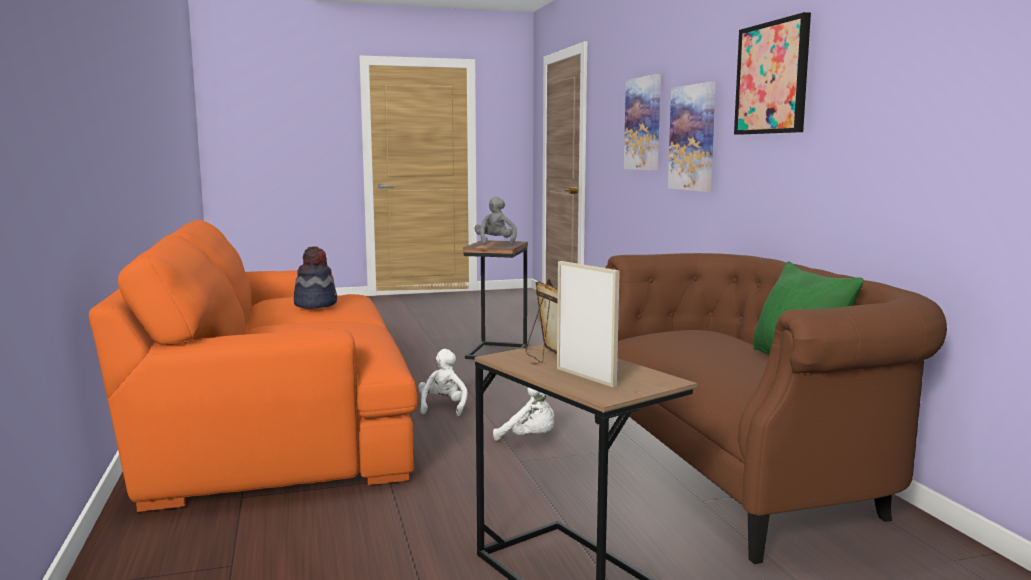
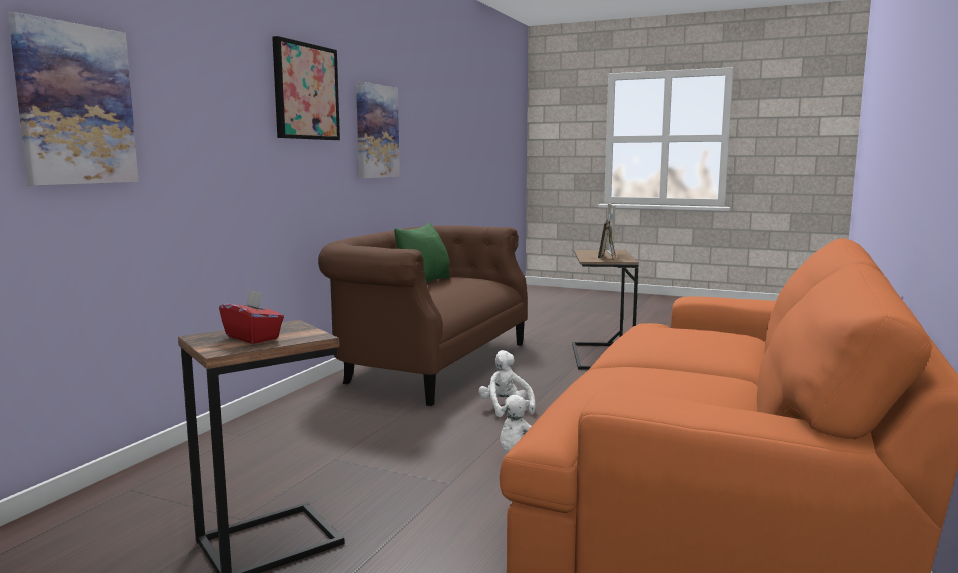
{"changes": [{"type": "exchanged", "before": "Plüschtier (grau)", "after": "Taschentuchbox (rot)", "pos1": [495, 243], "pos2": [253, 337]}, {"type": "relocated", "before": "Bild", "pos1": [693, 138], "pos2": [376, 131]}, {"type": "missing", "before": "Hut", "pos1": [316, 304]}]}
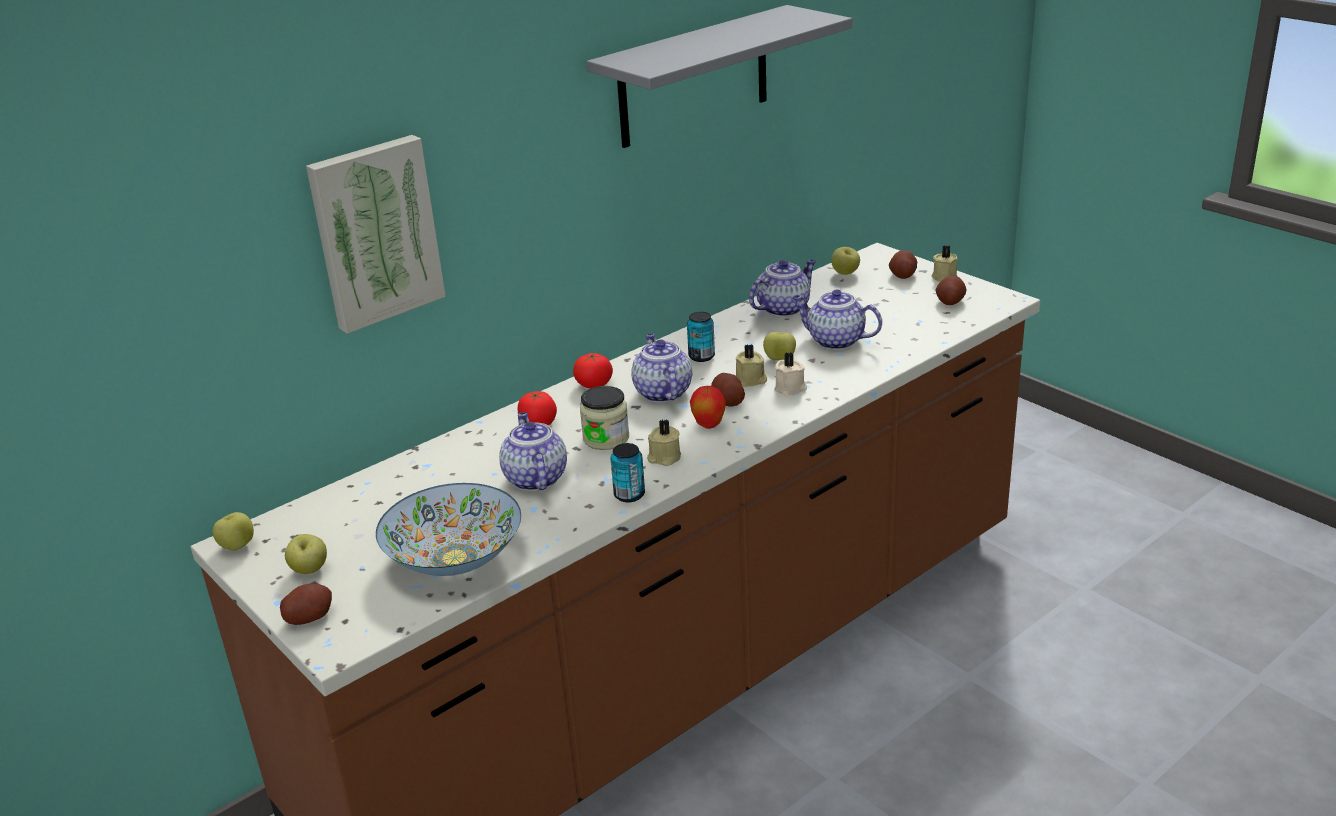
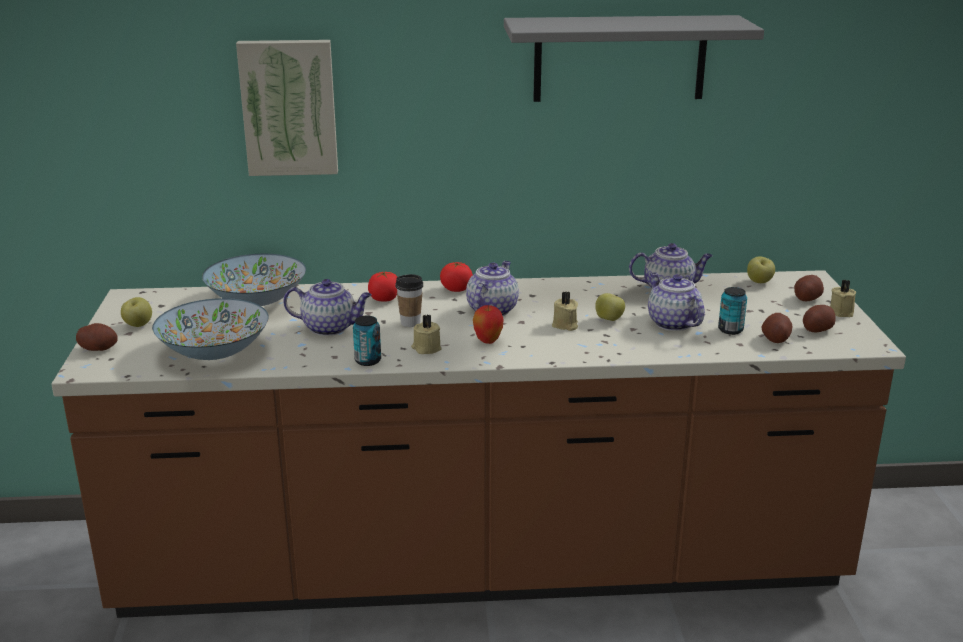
{"changes": [{"type": "appeared", "after": "Schüssel", "pos2": [257, 301]}, {"type": "spun", "before": "Teekanne", "pos1": [534, 478], "pos2": [330, 328], "turn": 75}, {"type": "exchanged", "before": "Vorratsglas", "after": "Tasse", "pos1": [606, 438], "pos2": [410, 323]}, {"type": "relocated", "before": "Dose", "pos1": [701, 356], "pos2": [730, 330]}, {"type": "relocated", "before": "Kartoffel", "pos1": [727, 402], "pos2": [775, 339]}, {"type": "missing", "before": "Apfel", "pos1": [237, 546]}, {"type": "missing", "before": "Kerze (beige)", "pos1": [791, 389]}]}
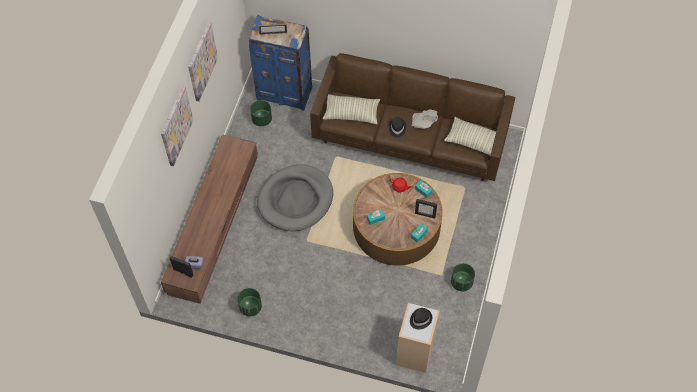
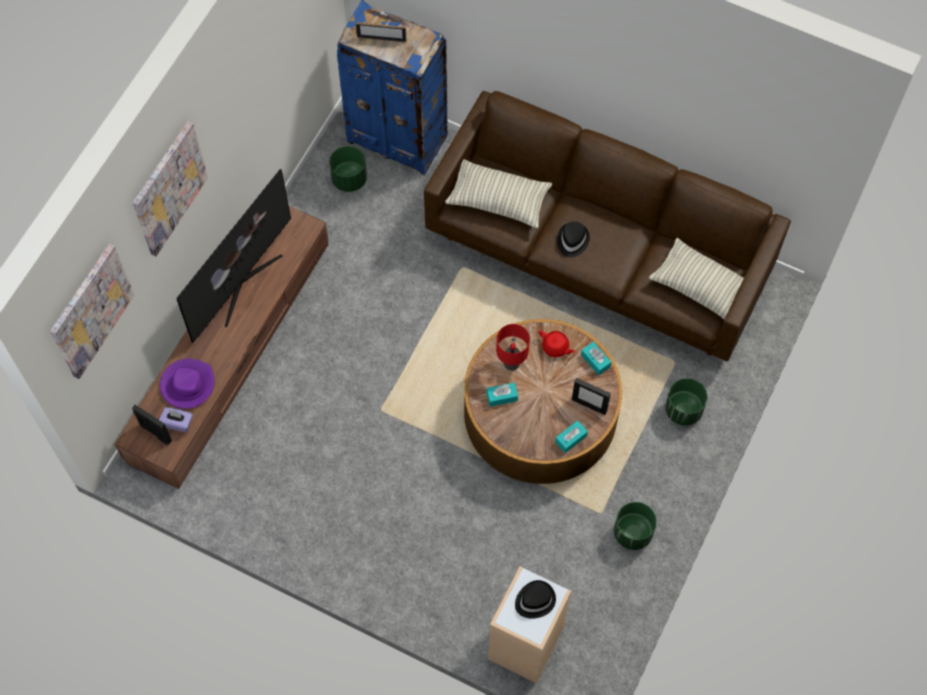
{"changes": [{"type": "relocated", "before": "Bild", "pos1": [202, 61], "pos2": [91, 311]}, {"type": "appeared", "after": "Hut (lila)", "pos2": [187, 384]}, {"type": "appeared", "after": "Fernseher", "pos2": [241, 283]}, {"type": "appeared", "after": "Tischlampe (rot)", "pos2": [511, 365]}, {"type": "relocated", "before": "Pflanzkübel (grün)", "pos1": [250, 307], "pos2": [683, 410]}, {"type": "missing", "before": "Hundebett (grau)", "pos1": [295, 200]}, {"type": "missing", "before": "Zeitung", "pos1": [423, 122]}]}
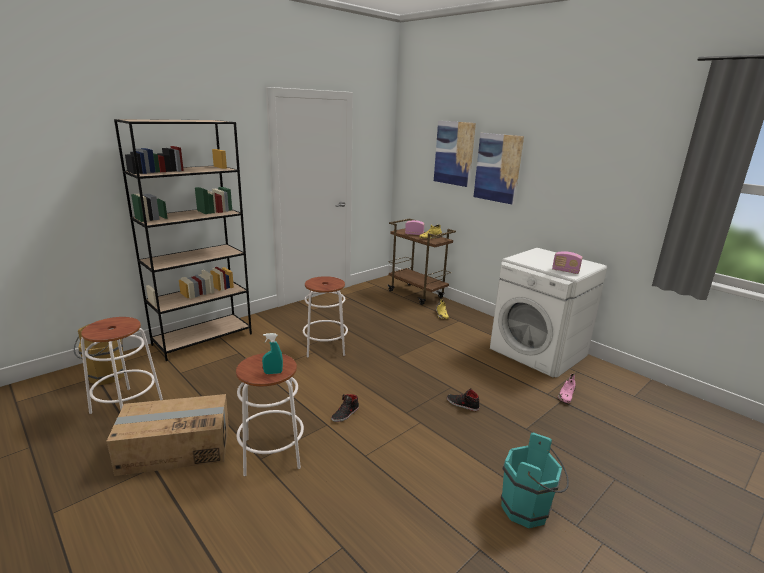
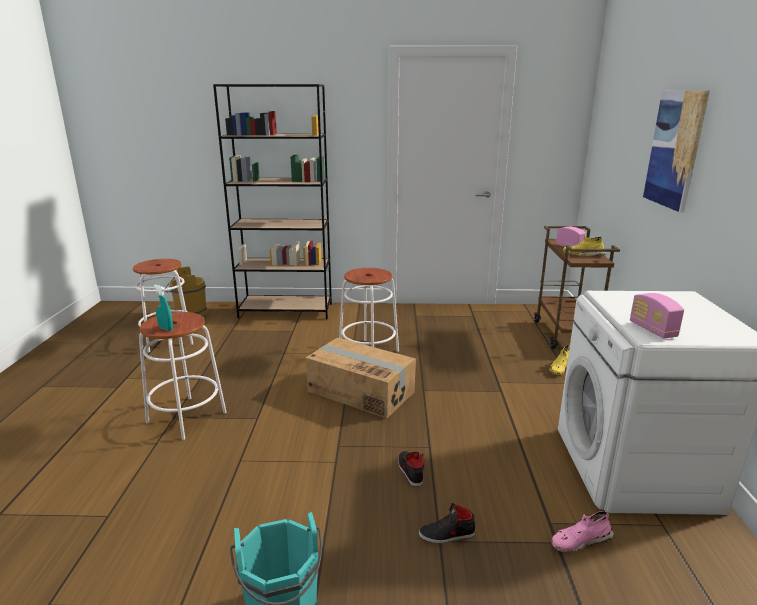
{"changes": [{"type": "relocated", "before": "Karton", "pos1": [176, 448], "pos2": [361, 391]}, {"type": "relocated", "before": "Schuh (schwarz)", "pos1": [345, 414], "pos2": [447, 535]}, {"type": "missing", "before": "Bild", "pos1": [454, 153]}]}
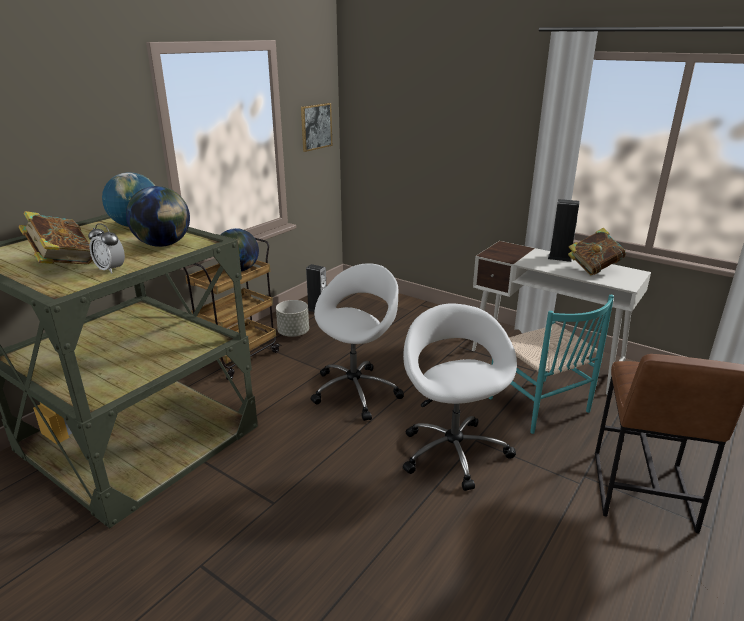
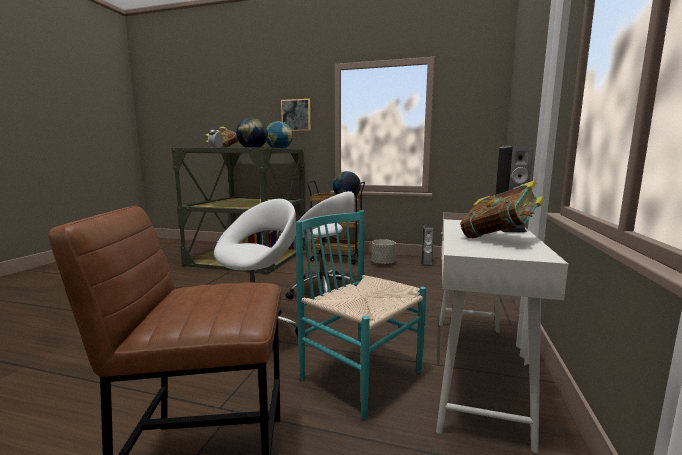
{"changes": [{"type": "relocated", "before": "Bild", "pos1": [316, 126], "pos2": [296, 115]}, {"type": "spun", "before": "Stuhl (türkis)", "pos1": [541, 407], "pos2": [357, 373], "turn": 90}]}
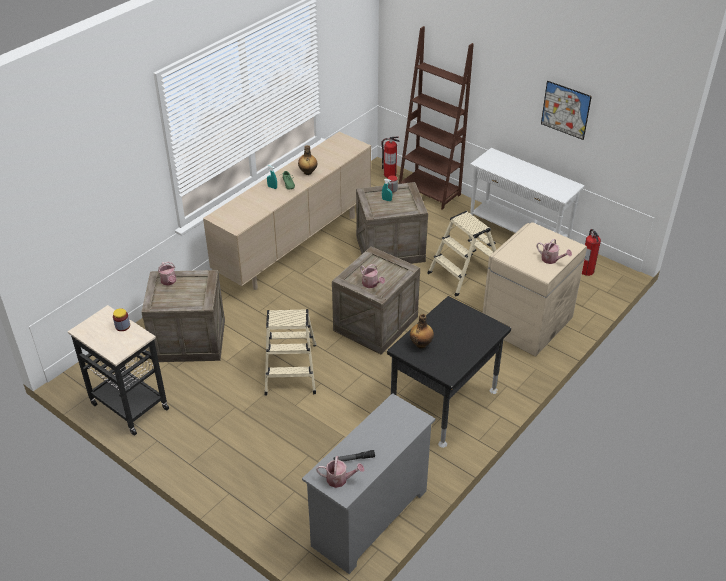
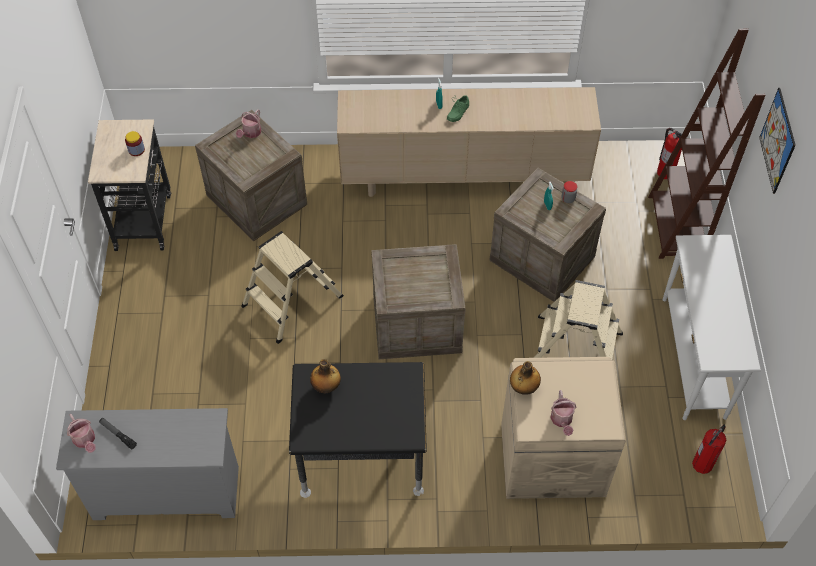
{"changes": [{"type": "relocated", "before": "Flasche", "pos1": [307, 172], "pos2": [523, 388]}, {"type": "relocated", "before": "Bild", "pos1": [565, 110], "pos2": [777, 141]}, {"type": "missing", "before": "Gießkanne", "pos1": [371, 284]}]}
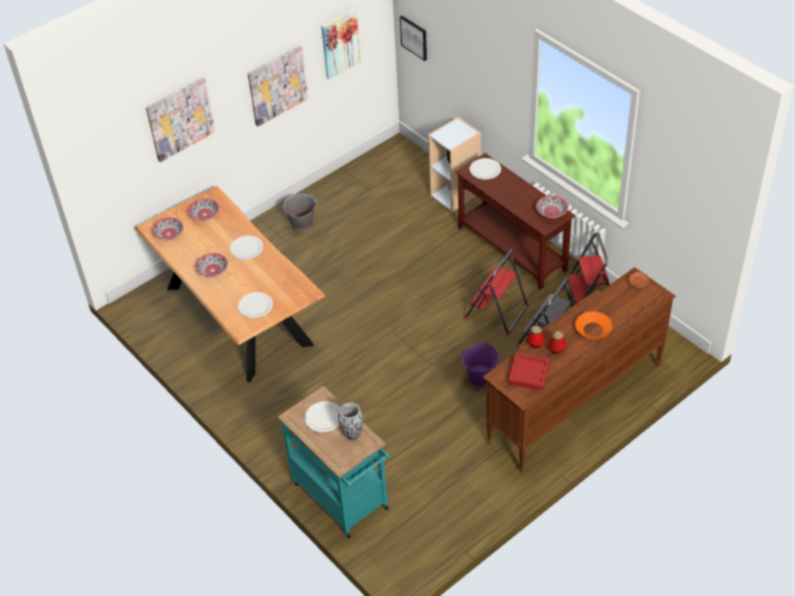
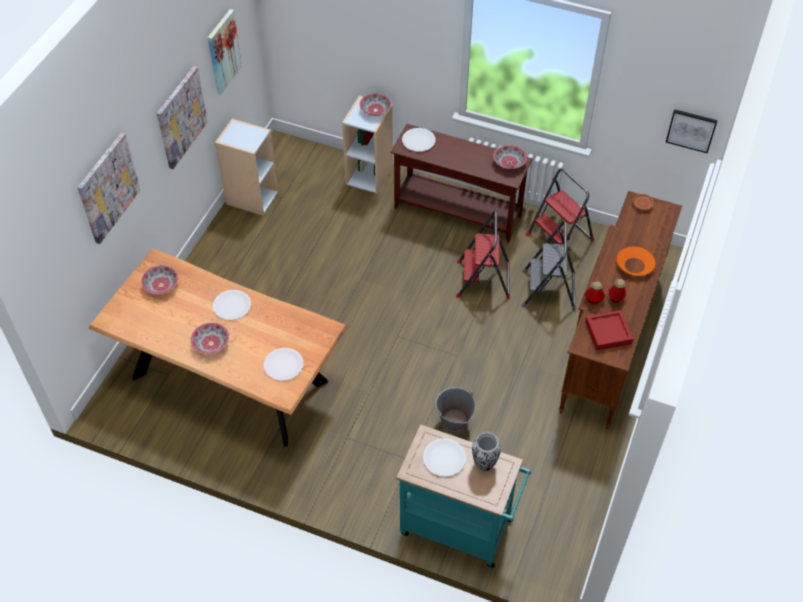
{"changes": [{"type": "appeared", "after": "Bücherregal", "pos2": [252, 197]}, {"type": "relocated", "before": "Schüssel", "pos1": [169, 234], "pos2": [375, 110]}, {"type": "relocated", "before": "Eimer (grau)", "pos1": [302, 224], "pos2": [454, 422]}, {"type": "relocated", "before": "Bild", "pos1": [414, 37], "pos2": [691, 130]}, {"type": "missing", "before": "Eimer (lila)", "pos1": [480, 377]}]}
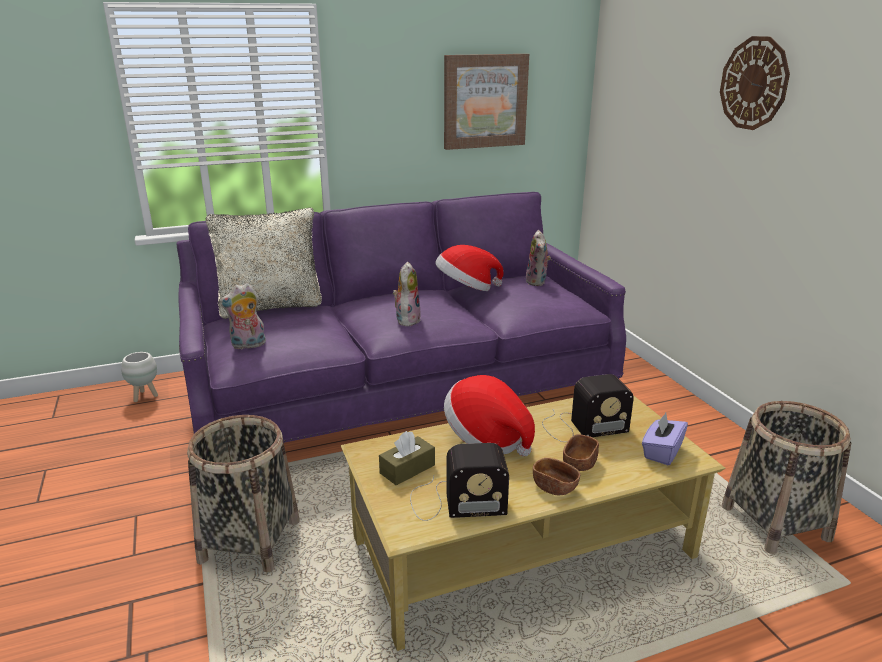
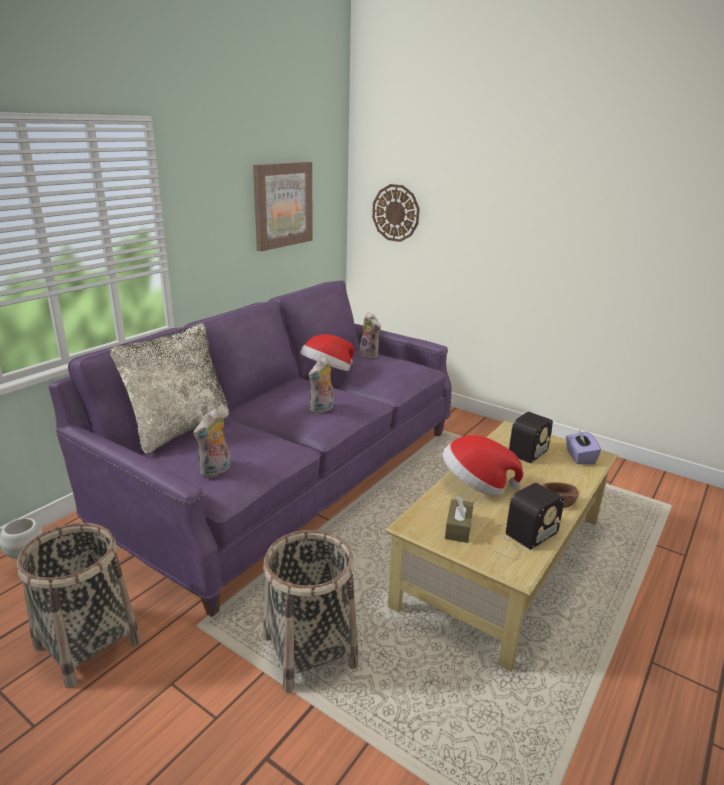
{"changes": [{"type": "relocated", "before": "Korb", "pos1": [775, 523], "pos2": [88, 644]}, {"type": "spun", "before": "Plüschtier", "pos1": [407, 319], "pos2": [322, 409], "turn": -120}, {"type": "relocated", "before": "Wanduhr", "pos1": [754, 83], "pos2": [395, 213]}, {"type": "missing", "before": "Schüssel (braun)", "pos1": [579, 463]}]}
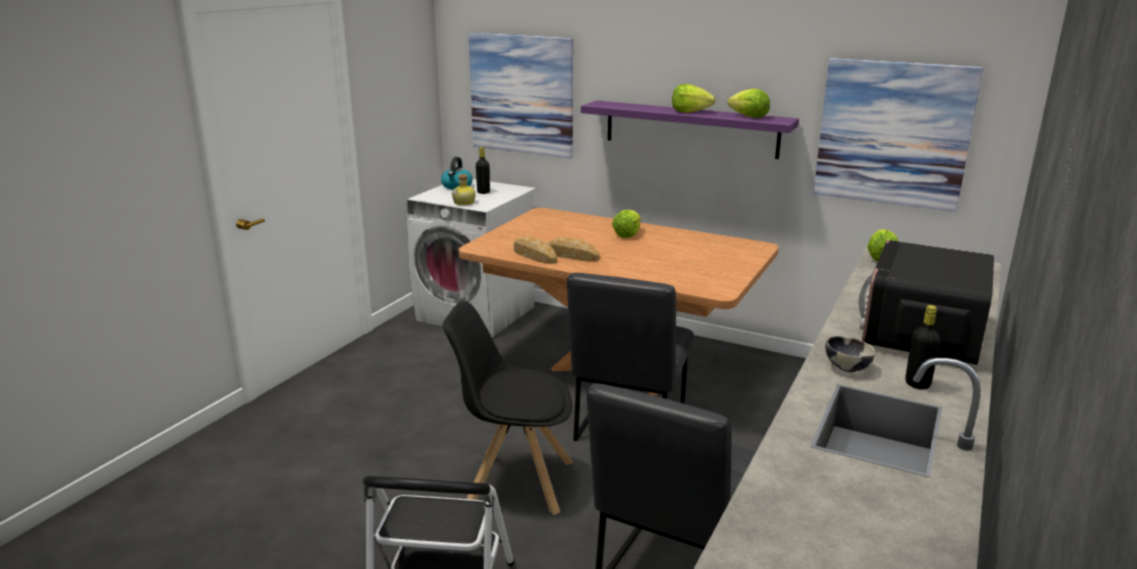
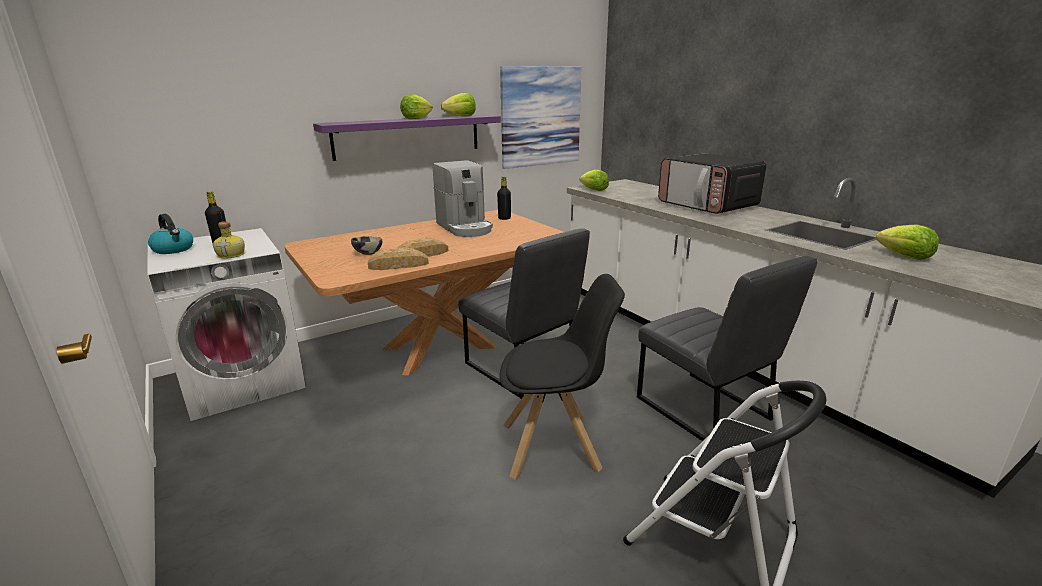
{"changes": [{"type": "relocated", "before": "Schüssel", "pos1": [846, 368], "pos2": [368, 253]}, {"type": "appeared", "after": "Kaffeemaschine", "pos2": [465, 228]}, {"type": "relocated", "before": "Flasche (schwarz)", "pos1": [917, 384], "pos2": [504, 218]}, {"type": "spun", "before": "Stuhl (schwarz)", "pos1": [514, 482], "pos2": [555, 446], "turn": -135}, {"type": "relocated", "before": "Salatkopf", "pos1": [627, 234], "pos2": [904, 256]}, {"type": "missing", "before": "Bild", "pos1": [521, 94]}]}
